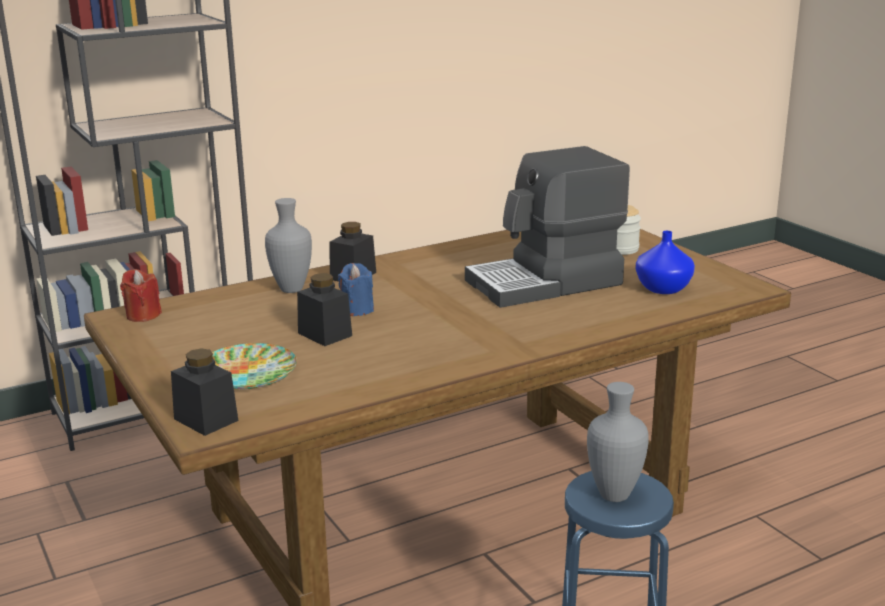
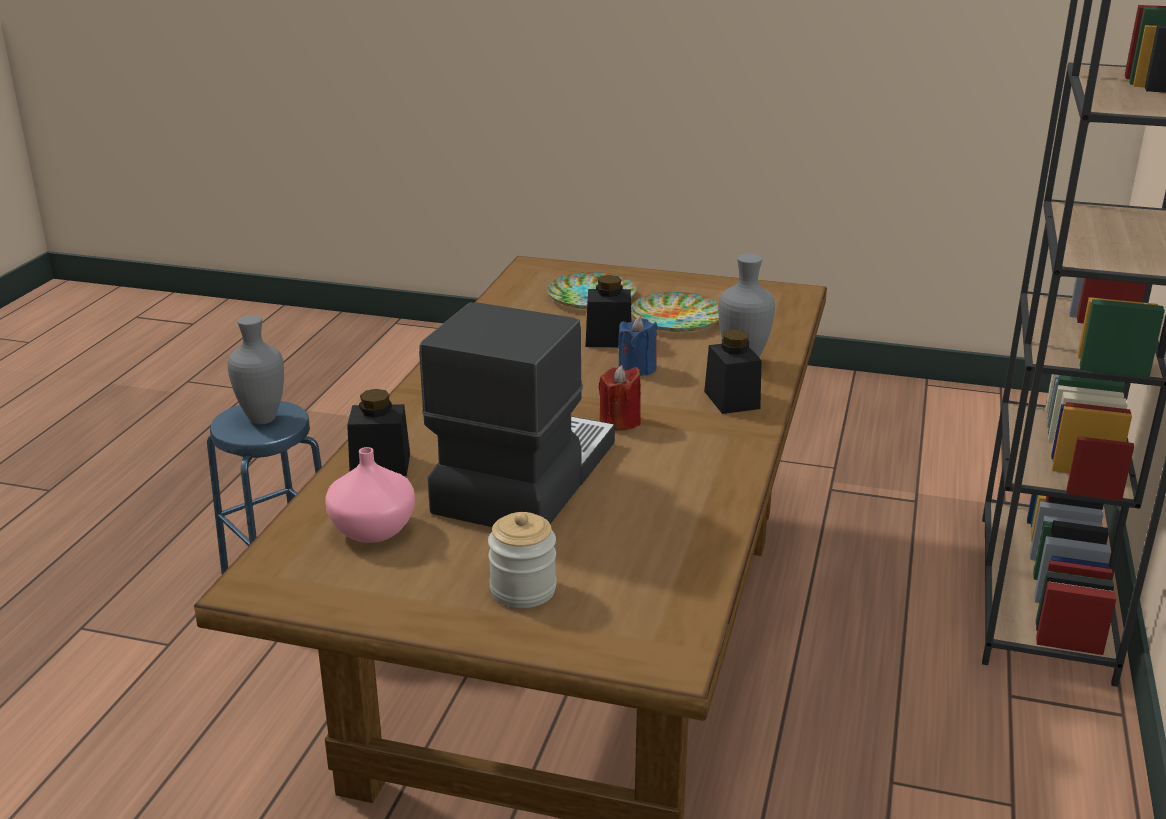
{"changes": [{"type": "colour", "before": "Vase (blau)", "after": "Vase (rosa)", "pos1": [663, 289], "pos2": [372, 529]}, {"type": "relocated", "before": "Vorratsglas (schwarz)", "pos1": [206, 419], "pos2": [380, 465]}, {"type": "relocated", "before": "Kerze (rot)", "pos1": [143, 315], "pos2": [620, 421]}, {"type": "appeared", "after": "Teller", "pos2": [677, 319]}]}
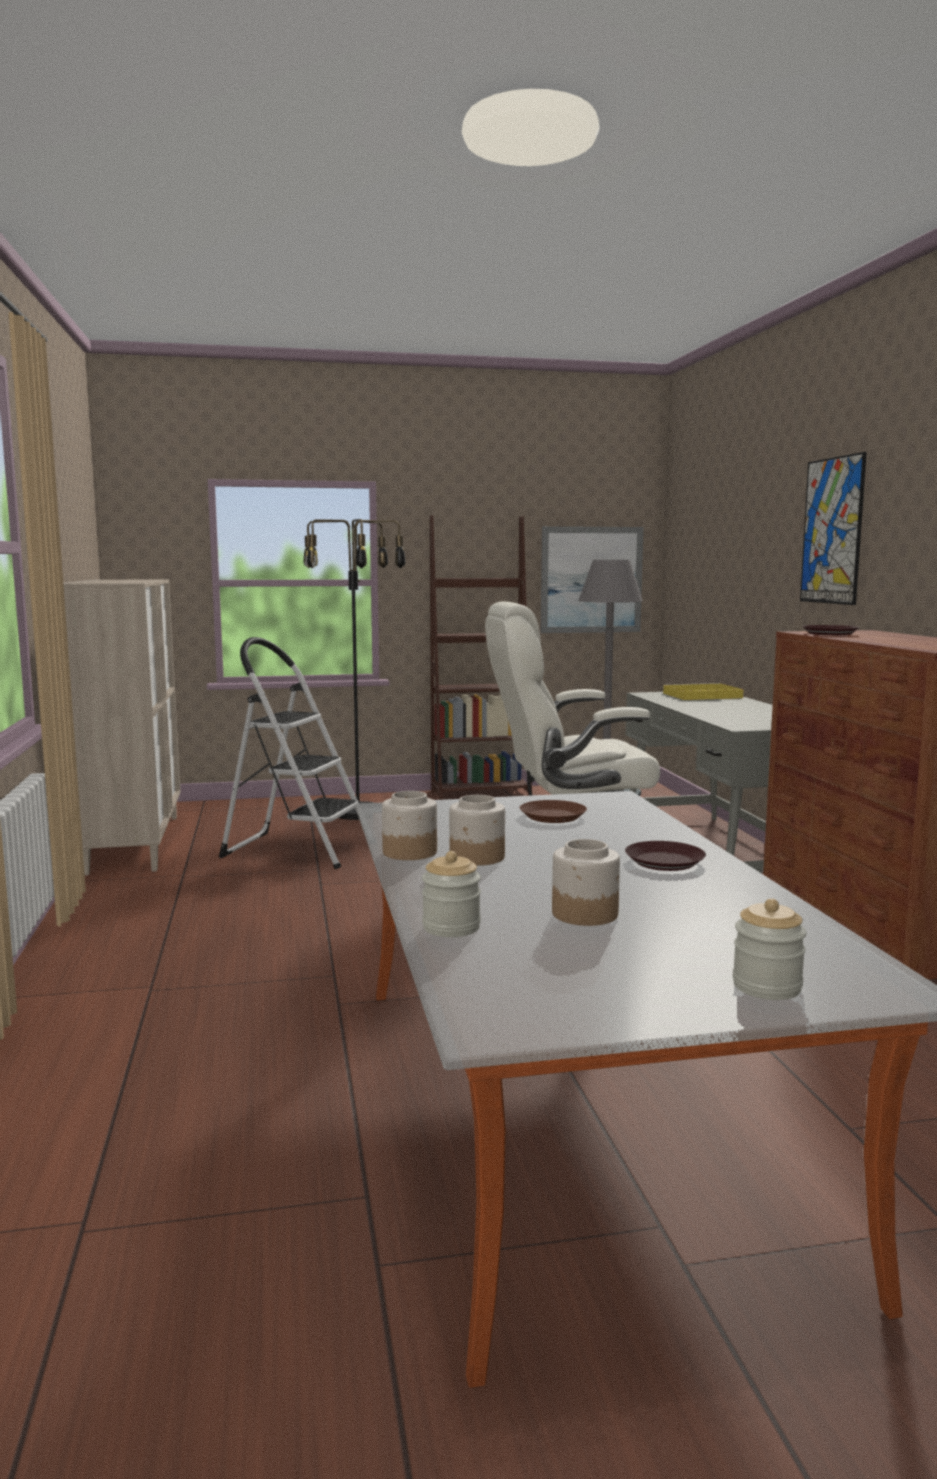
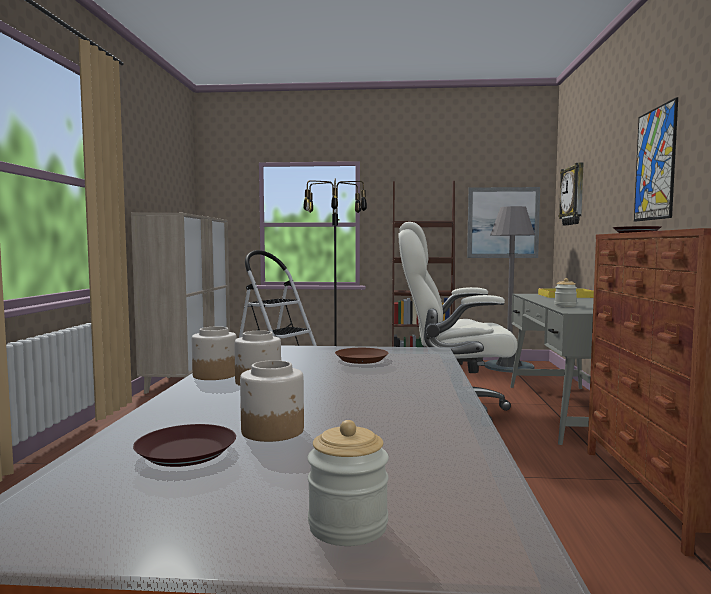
{"changes": [{"type": "relocated", "before": "Teller (braun)", "pos1": [663, 862], "pos2": [185, 452]}, {"type": "relocated", "before": "Vorratsglas", "pos1": [451, 927], "pos2": [565, 306]}, {"type": "appeared", "after": "Wanduhr", "pos2": [573, 195]}]}
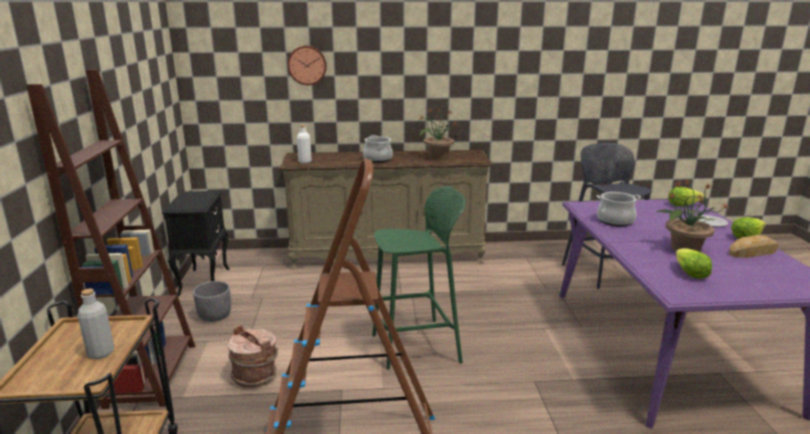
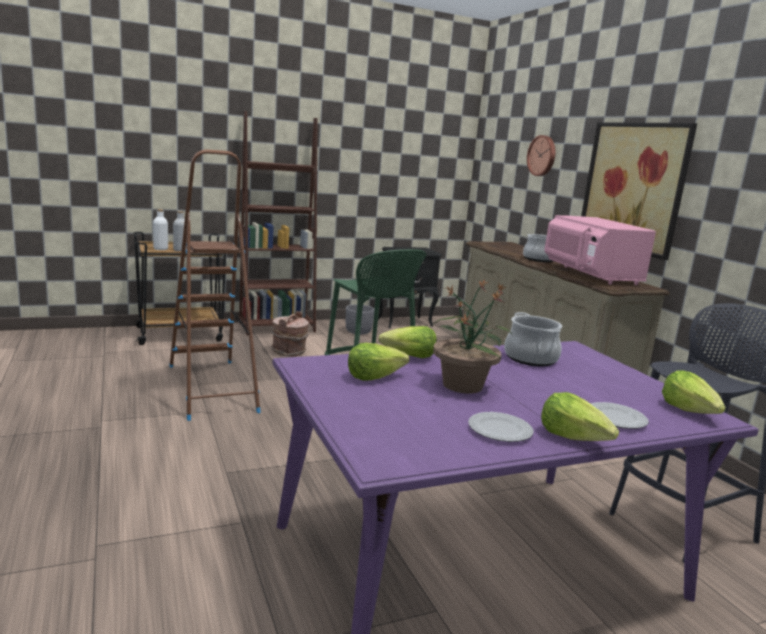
{"changes": [{"type": "relocated", "before": "Flasche (weiß)", "pos1": [305, 162], "pos2": [160, 249]}, {"type": "appeared", "after": "Salatkopf", "pos2": [409, 356]}, {"type": "exchanged", "before": "Brot", "after": "Teller", "pos1": [753, 252], "pos2": [500, 430]}, {"type": "exchanged", "before": "Topfpflanze", "after": "Mikrowelle (rosa)", "pos1": [437, 157], "pos2": [590, 274]}, {"type": "appeared", "after": "Bild", "pos2": [633, 187]}]}
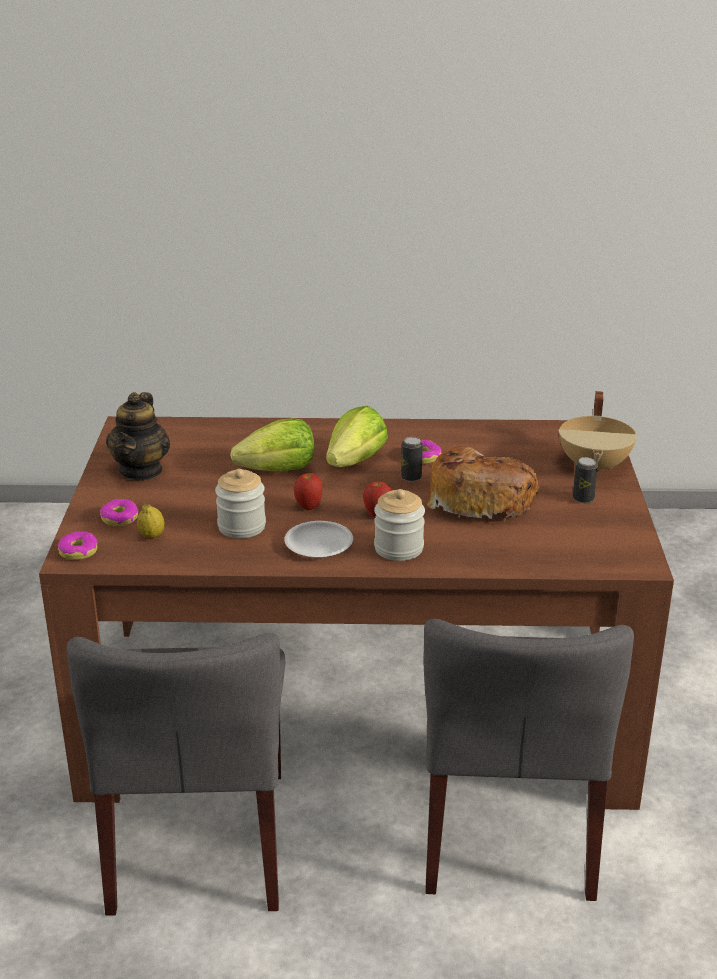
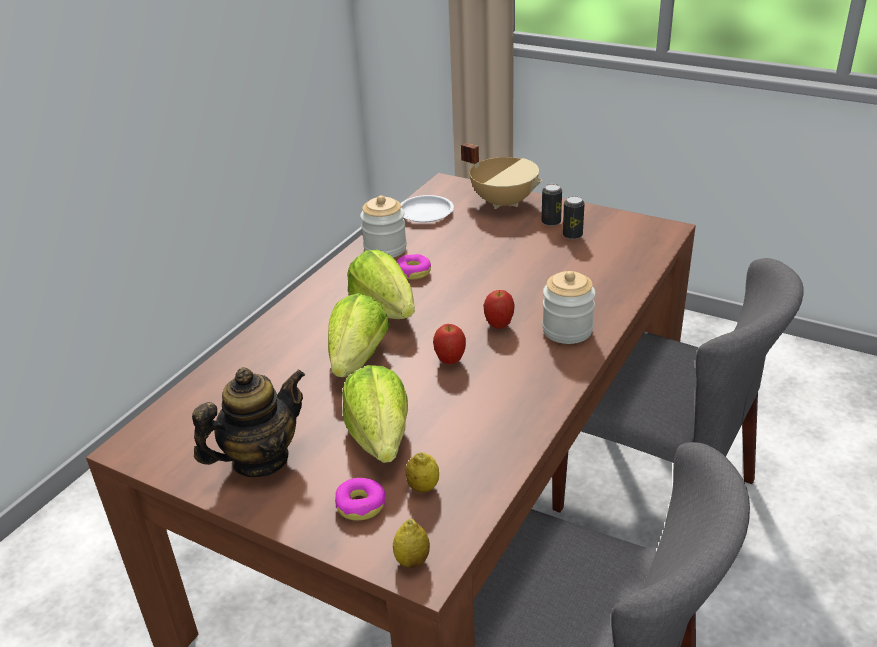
{"changes": [{"type": "spun", "before": "Teekanne", "pos1": [141, 470], "pos2": [260, 459], "turn": -75}, {"type": "appeared", "after": "Salatkopf", "pos2": [380, 438]}, {"type": "relocated", "before": "Vorratsglas", "pos1": [241, 526], "pos2": [385, 249]}, {"type": "exchanged", "before": "Donut", "after": "Zitrone", "pos1": [78, 551], "pos2": [412, 560]}, {"type": "relocated", "before": "Teller (weiß)", "pos1": [318, 544], "pos2": [425, 213]}, {"type": "relocated", "before": "Dose", "pos1": [411, 477], "pos2": [572, 235]}, {"type": "missing", "before": "Brot", "pos1": [480, 499]}]}
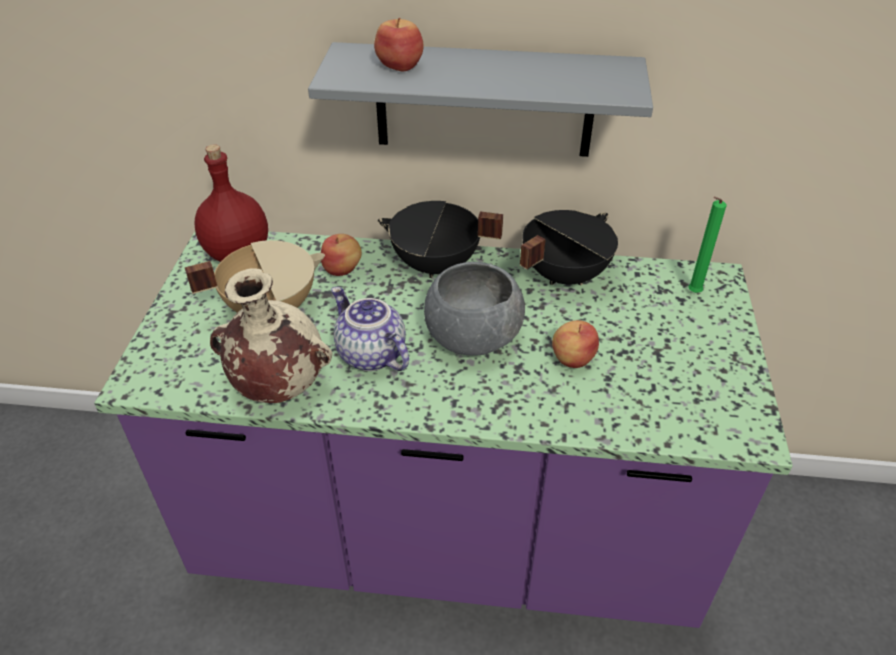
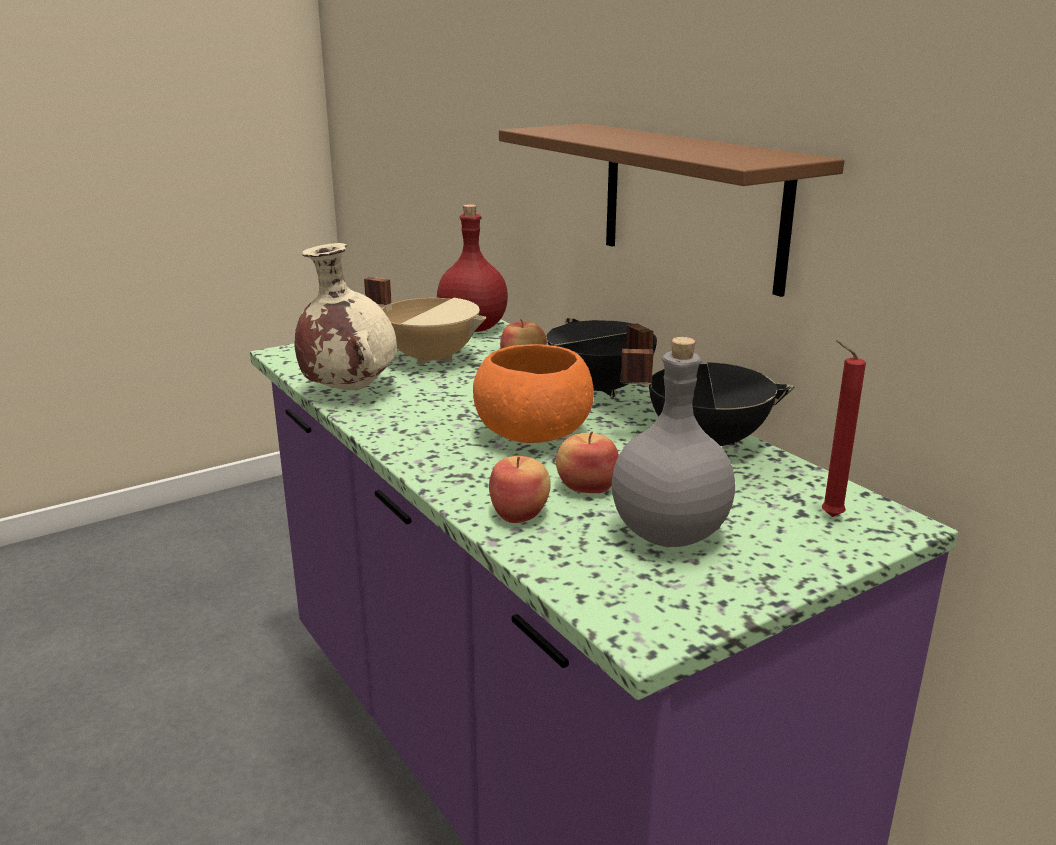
{"changes": [{"type": "colour", "before": "Schüssel (grau)", "after": "Schüssel (orange)", "pos1": [473, 336], "pos2": [533, 434]}, {"type": "relocated", "before": "Apfel", "pos1": [400, 65], "pos2": [520, 513]}, {"type": "colour", "before": "Wandregal (grau)", "after": "Wandregal (braun)", "pos1": [484, 101], "pos2": [691, 204]}, {"type": "appeared", "after": "Flasche (grau)", "pos2": [670, 535]}, {"type": "colour", "before": "Kerze (grün)", "after": "Kerze (rot)", "pos1": [692, 293], "pos2": [827, 516]}, {"type": "missing", "before": "Teekanne", "pos1": [369, 355]}]}
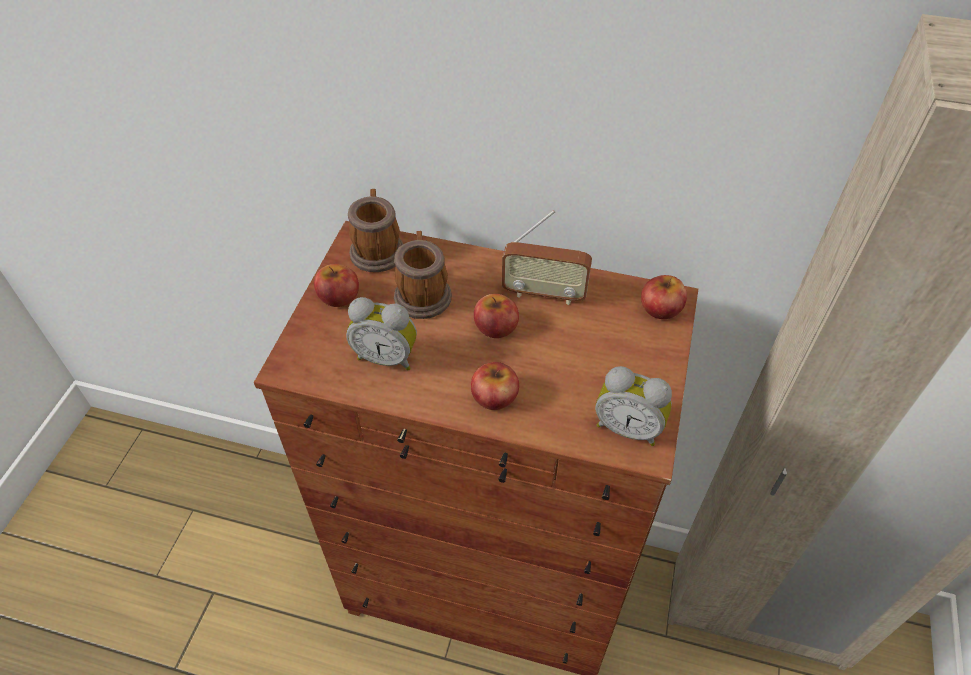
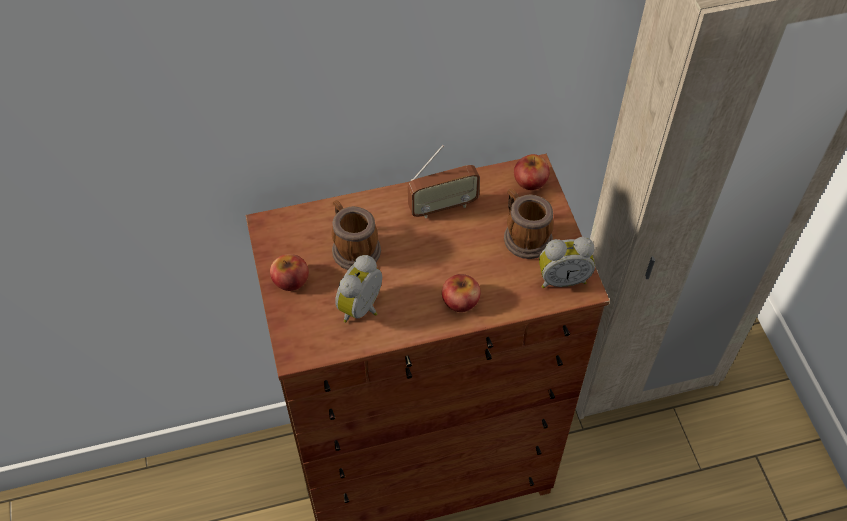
{"changes": [{"type": "spun", "before": "Wecker", "pos1": [387, 356], "pos2": [363, 309], "turn": 135}, {"type": "relocated", "before": "Henkelbecher", "pos1": [377, 248], "pos2": [524, 235]}, {"type": "missing", "before": "Apfel", "pos1": [496, 326]}]}
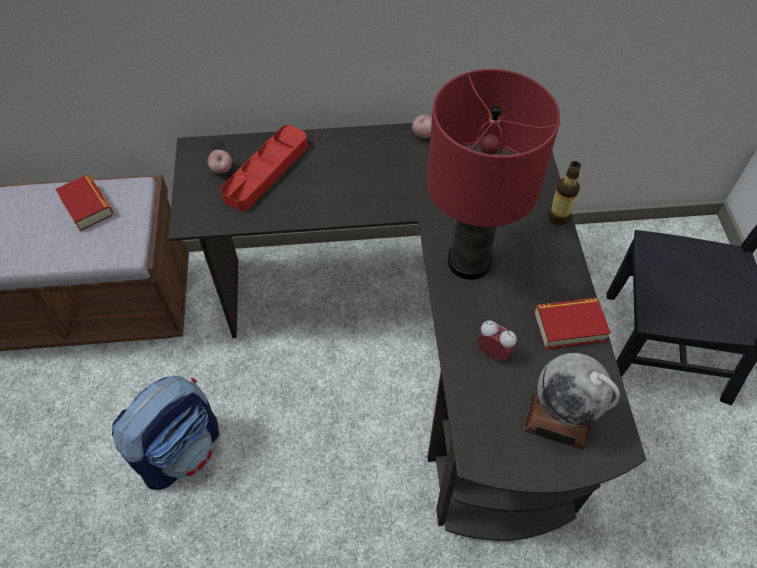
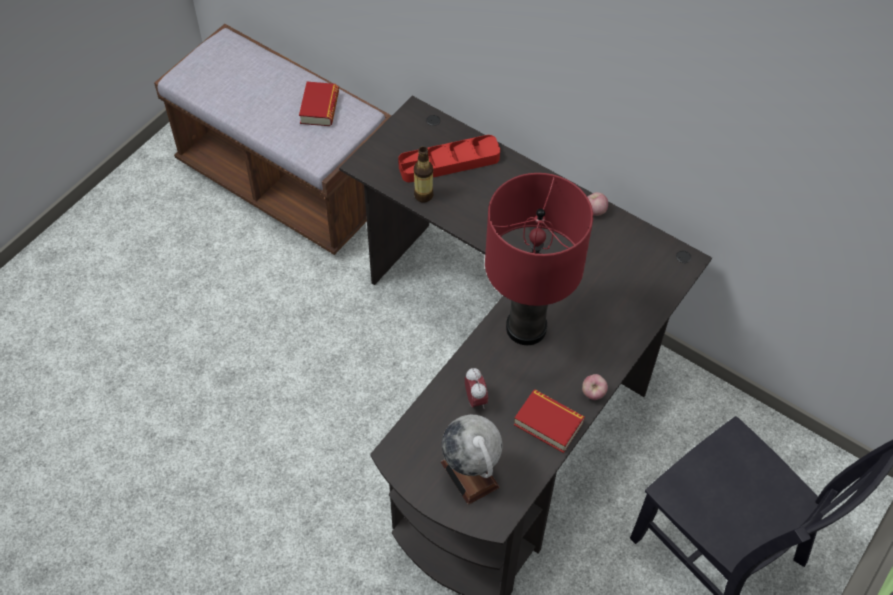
{"changes": [{"type": "relocated", "before": "Flasche", "pos1": [558, 217], "pos2": [423, 195]}, {"type": "relocated", "before": "Apfel", "pos1": [222, 170], "pos2": [593, 393]}, {"type": "missing", "before": "Rucksack", "pos1": [181, 450]}]}
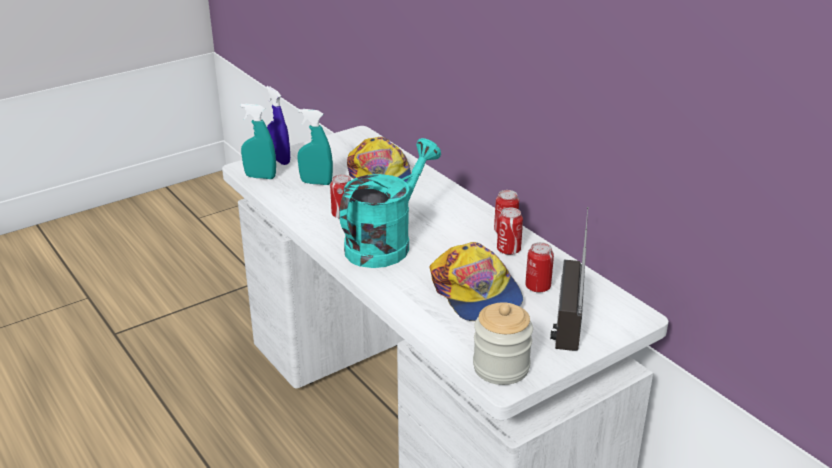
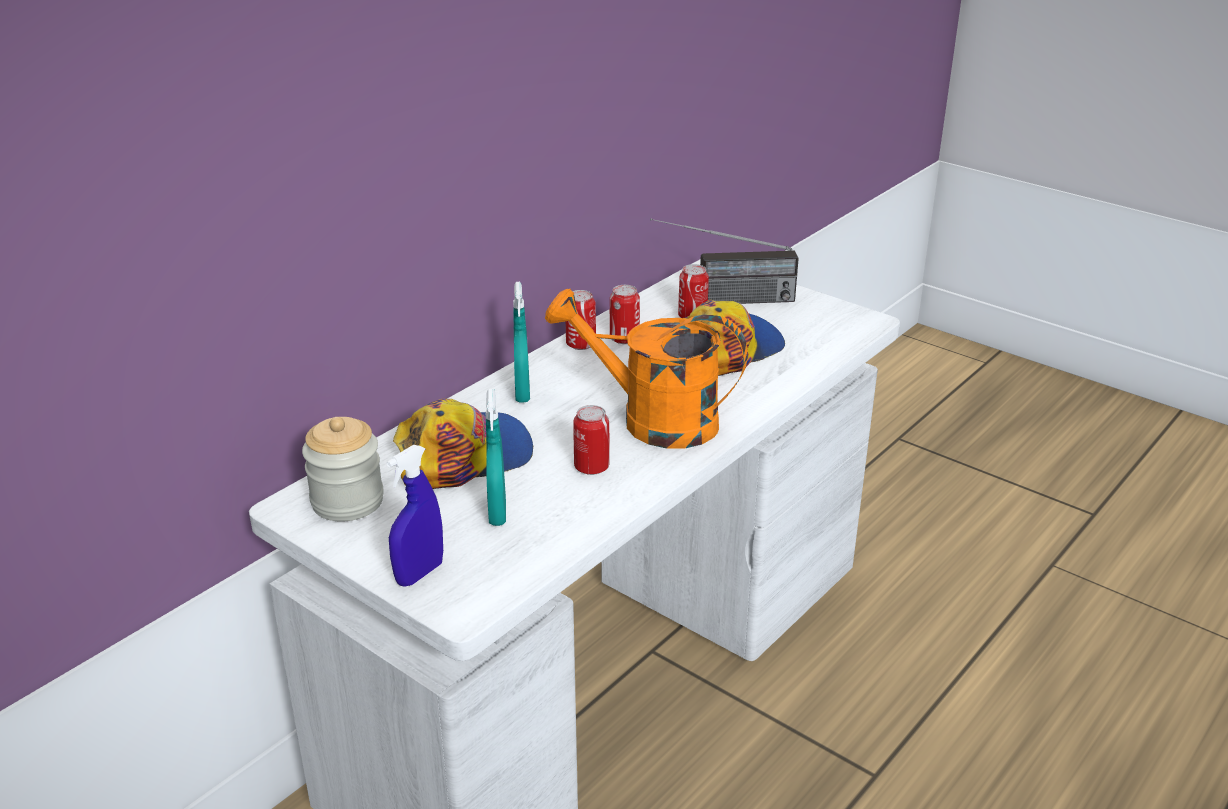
{"changes": [{"type": "relocated", "before": "Vorratsglas", "pos1": [501, 367], "pos2": [347, 501]}, {"type": "relocated", "before": "Sprühflasche (türkis)", "pos1": [260, 177], "pos2": [522, 393]}, {"type": "colour", "before": "Gießkanne (türkis)", "after": "Gießkanne (orange)", "pos1": [385, 243], "pos2": [652, 420]}]}
